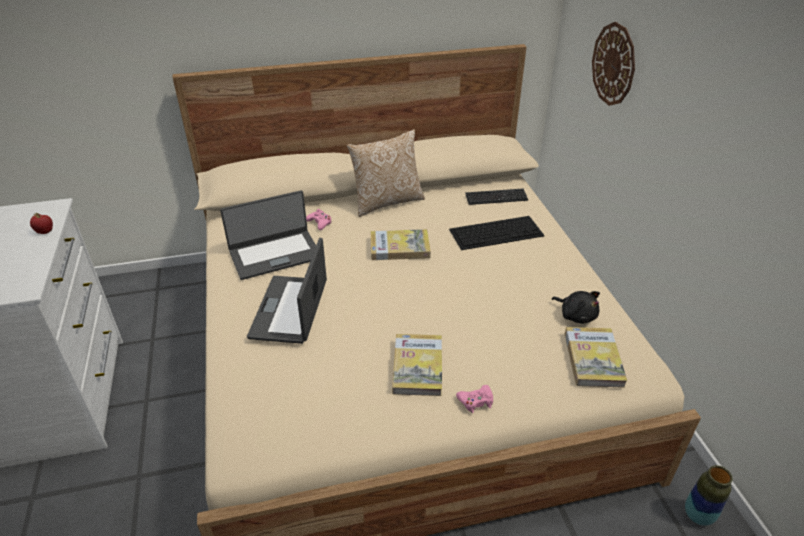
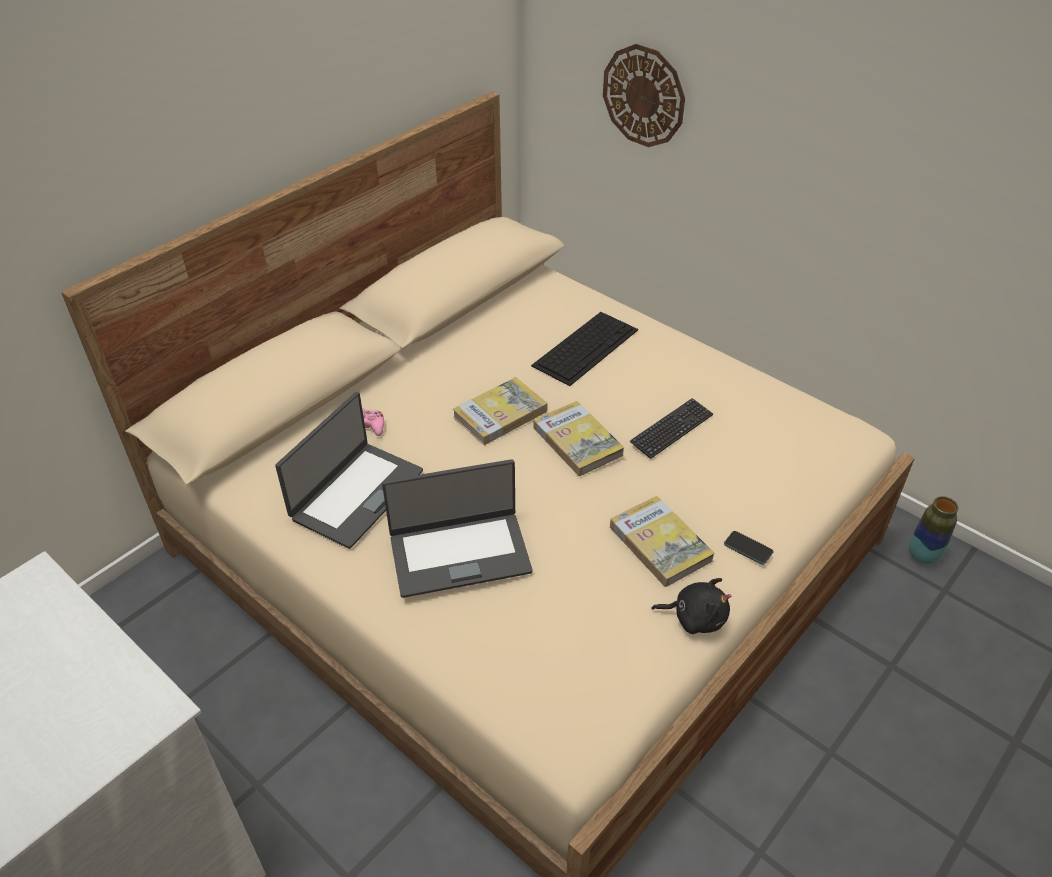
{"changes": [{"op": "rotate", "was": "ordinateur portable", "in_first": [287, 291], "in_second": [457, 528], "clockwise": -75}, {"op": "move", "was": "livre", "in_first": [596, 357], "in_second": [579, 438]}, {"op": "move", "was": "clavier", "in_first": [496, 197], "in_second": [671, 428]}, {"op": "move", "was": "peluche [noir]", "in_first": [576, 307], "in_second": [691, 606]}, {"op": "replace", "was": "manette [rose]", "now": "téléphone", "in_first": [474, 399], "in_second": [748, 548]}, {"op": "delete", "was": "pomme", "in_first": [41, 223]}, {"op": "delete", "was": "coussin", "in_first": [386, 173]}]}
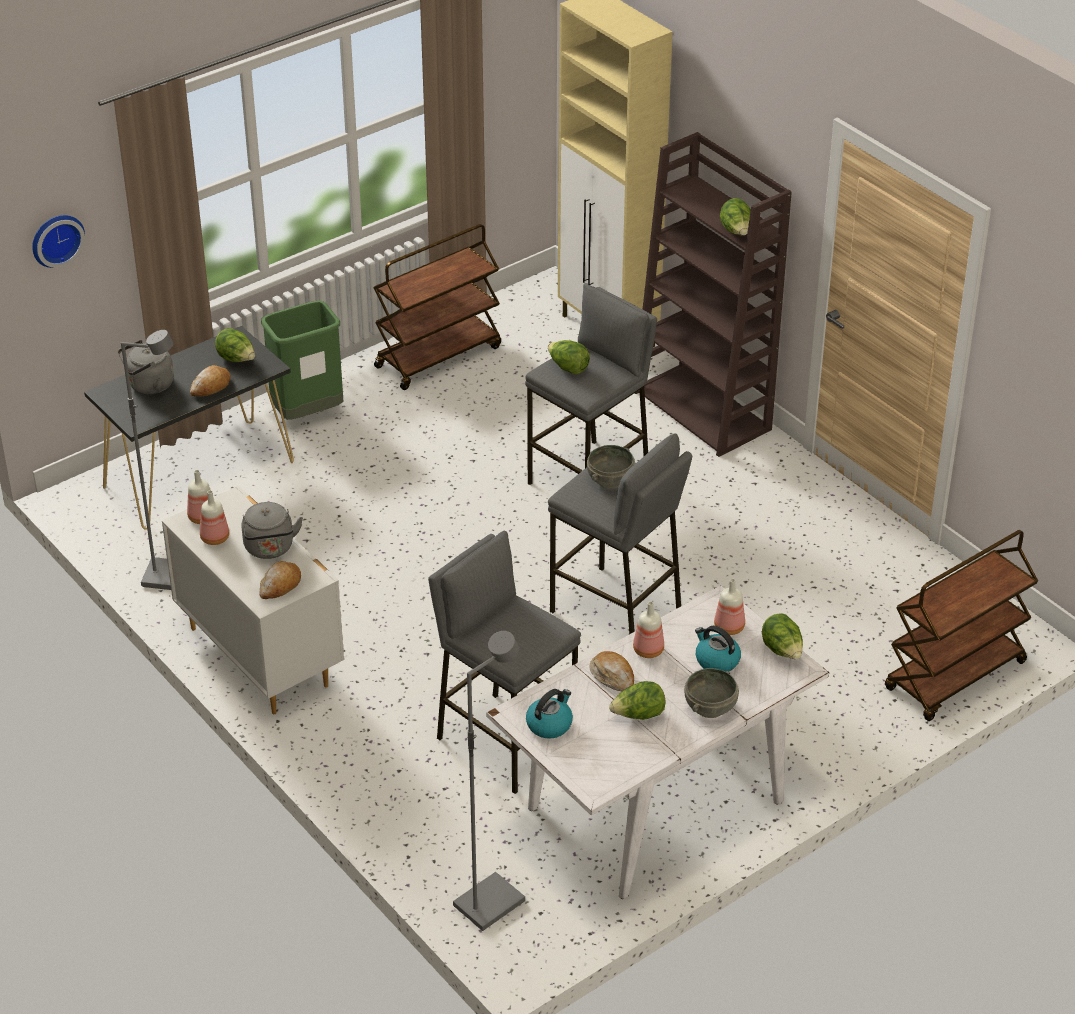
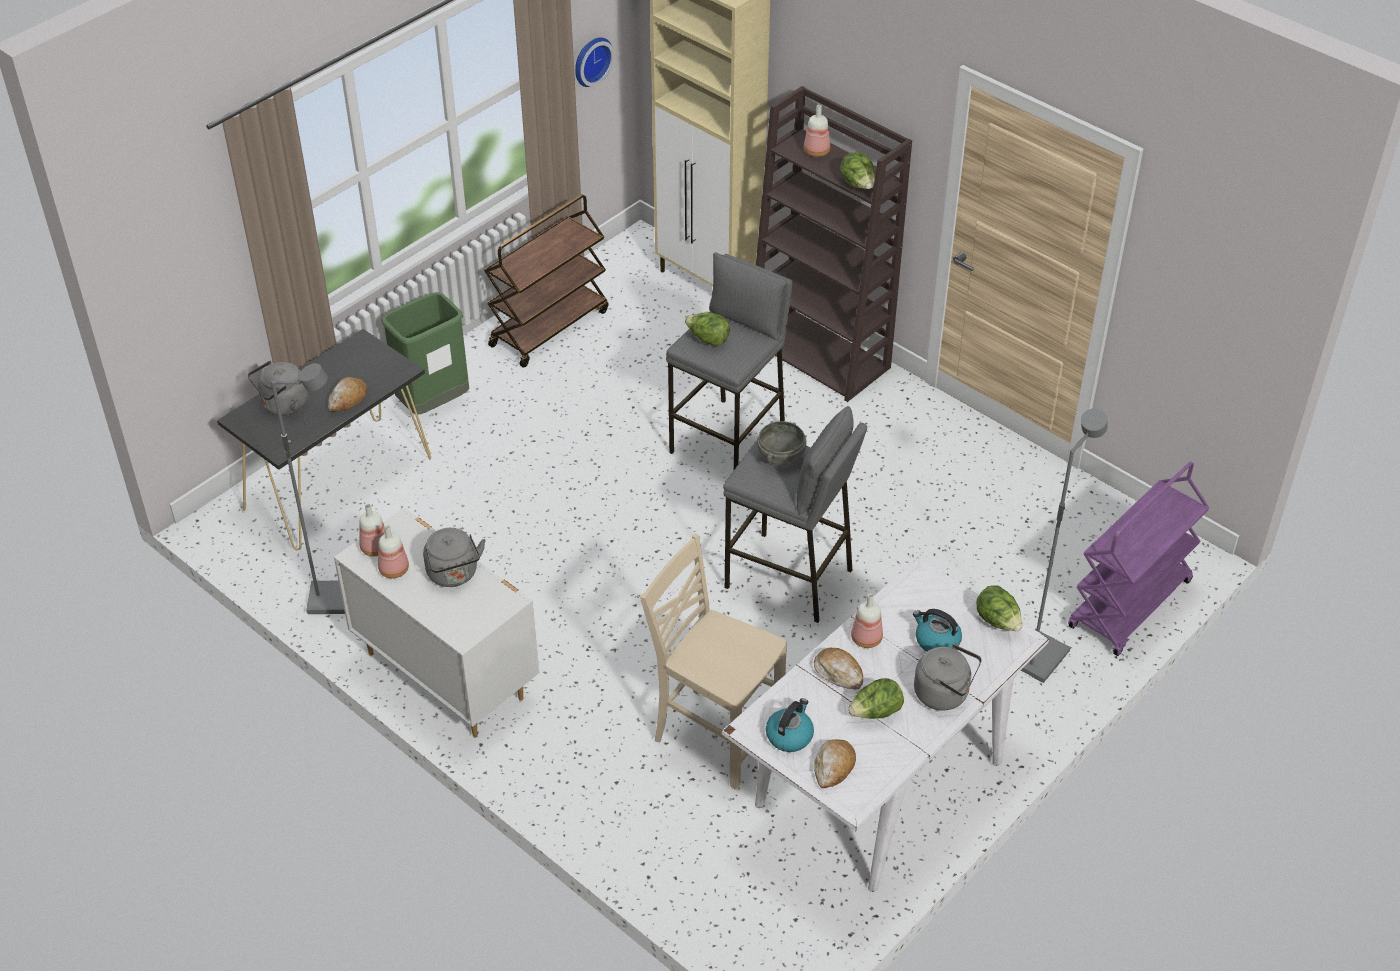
{"changes": [{"op": "move", "was": "horloge murale", "in_first": [58, 241], "in_second": [594, 62]}, {"op": "replace", "was": "tabouret [gris]", "now": "chaise [beige]", "in_first": [504, 662], "in_second": [713, 662]}, {"op": "move", "was": "bouteille", "in_first": [729, 607], "in_second": [817, 131]}, {"op": "move", "was": "pain", "in_first": [280, 580], "in_second": [835, 763]}, {"op": "replace", "was": "bol [gris]", "now": "bouilloire [gris]", "in_first": [711, 693], "in_second": [948, 677]}, {"op": "move", "was": "lampadaire [gris]", "in_first": [489, 781], "in_second": [1064, 545]}, {"op": "recolor", "was": "chariot [marron]", "now": "chariot [violet]", "in_first": [961, 625], "in_second": [1139, 558]}, {"op": "delete", "was": "laitue", "in_first": [235, 345]}]}
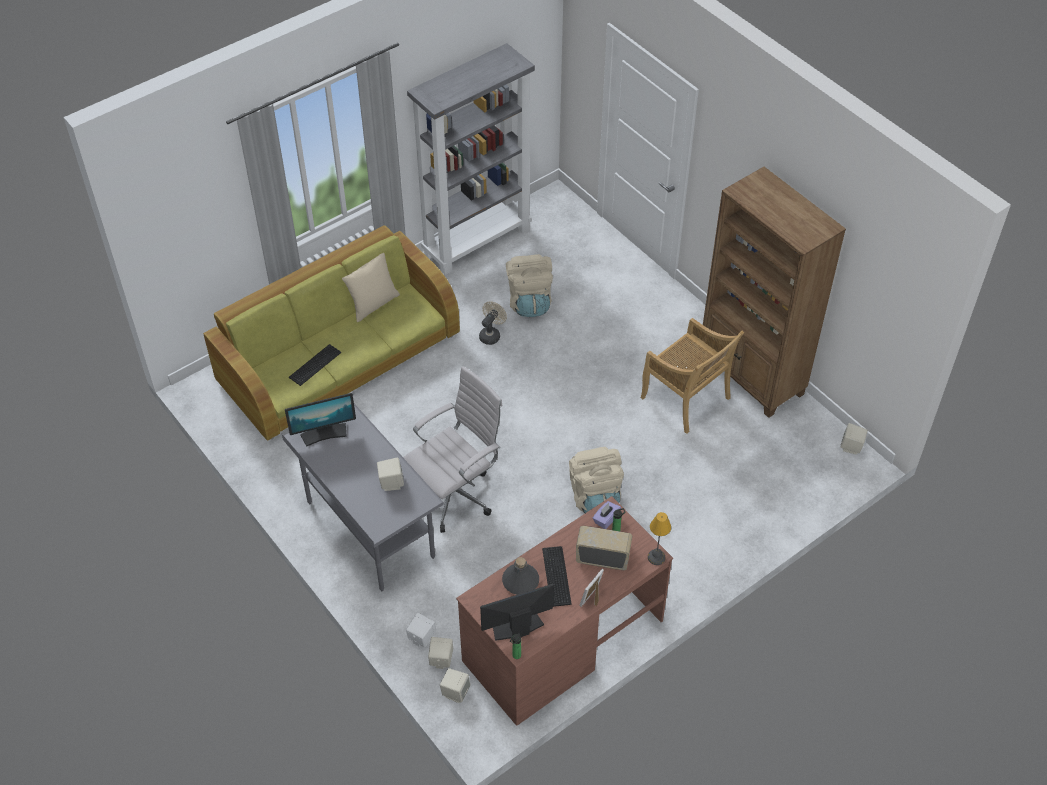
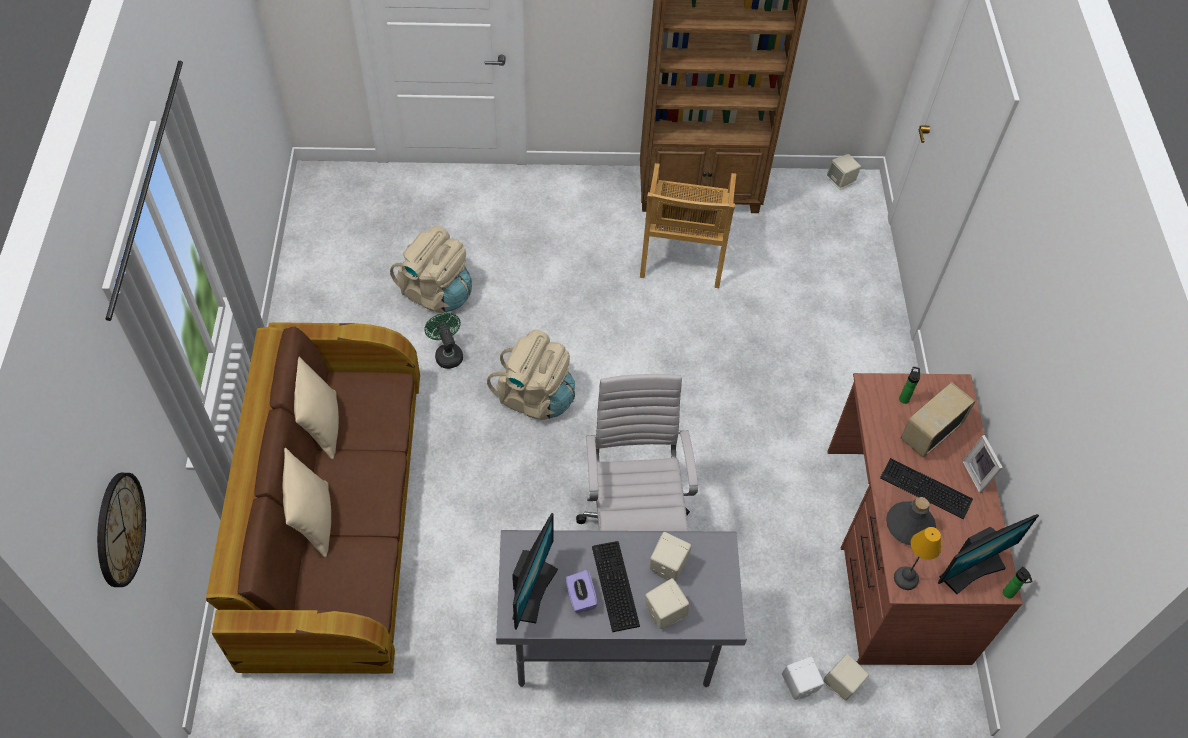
{"changes": [{"op": "insert", "now": "horloge murale", "in_second": [121, 530]}, {"op": "recolor", "was": "canapé [vert]", "now": "canapé [marron]", "in_first": [331, 333], "in_second": [313, 498]}, {"op": "insert", "now": "coussin [beige]", "in_second": [307, 502]}, {"op": "recolor", "was": "ventilateur [beige]", "now": "ventilateur [vert]", "in_first": [493, 323], "in_second": [443, 340]}, {"op": "move", "was": "sac à dos [beige]", "in_first": [596, 480], "in_second": [531, 375]}, {"op": "move", "was": "boîte à mouchoirs [violet]", "in_first": [607, 515], "in_second": [582, 591]}, {"op": "move", "was": "clavier", "in_first": [315, 365], "in_second": [616, 586]}, {"op": "rotate", "was": "chaise [beige]", "in_first": [692, 376], "in_second": [688, 225], "clockwise": 105}, {"op": "move", "was": "enceinte [beige]", "in_first": [455, 685], "in_second": [667, 603]}, {"op": "move", "was": "lampe de table", "in_first": [659, 538], "in_second": [917, 558]}, {"op": "rotate", "was": "écran d'ordinateur", "in_first": [516, 612], "in_second": [988, 554], "clockwise": -135}, {"op": "delete", "was": "bibliothèque [gris]", "in_first": [471, 159]}]}
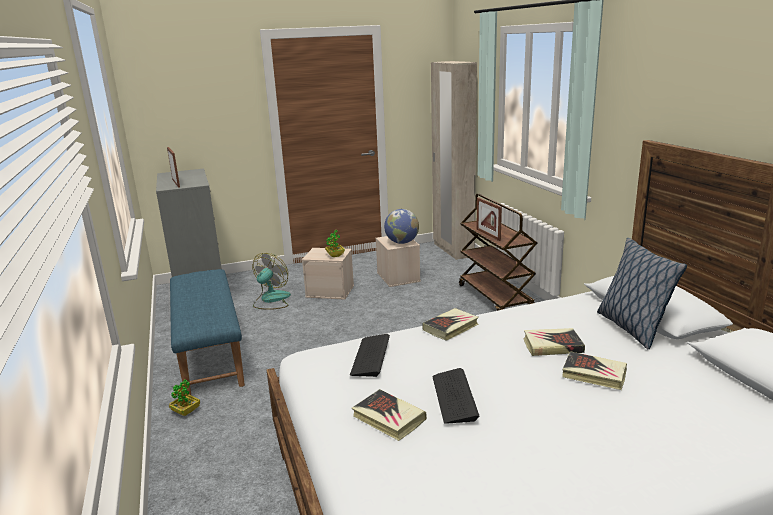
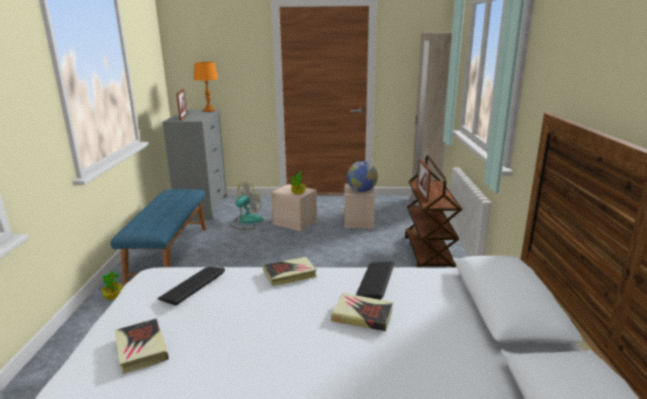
{"changes": [{"op": "insert", "now": "lampe de table [orange]", "in_second": [206, 87]}, {"op": "move", "was": "clavier", "in_first": [456, 396], "in_second": [375, 280]}, {"op": "delete", "was": "livre", "in_first": [594, 370]}, {"op": "delete", "was": "coussin", "in_first": [642, 293]}]}
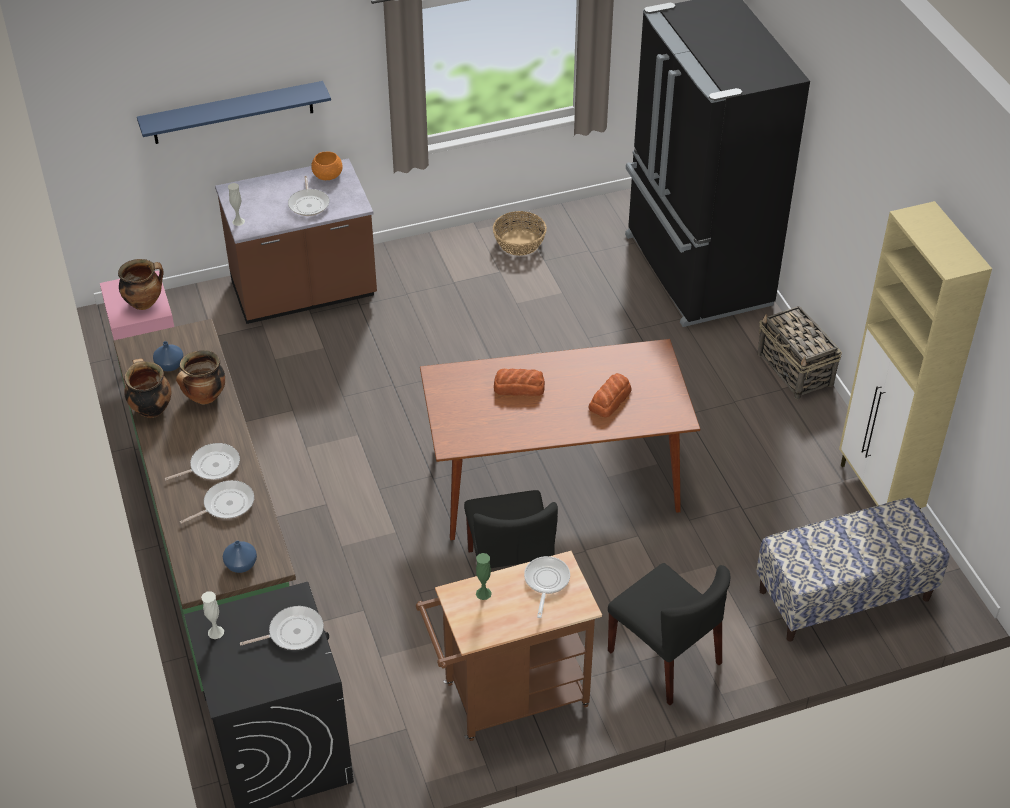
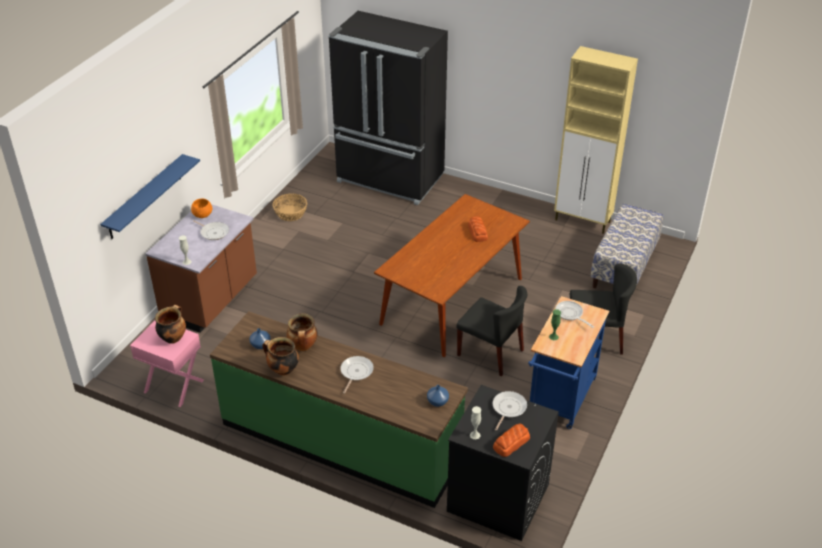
{"changes": [{"op": "move", "was": "pain", "in_first": [519, 382], "in_second": [511, 440]}, {"op": "recolor", "was": "chariot [marron]", "now": "chariot [bleu]", "in_first": [509, 646], "in_second": [568, 362]}, {"op": "delete", "was": "poêle", "in_first": [217, 502]}, {"op": "delete", "was": "panier", "in_first": [799, 352]}]}
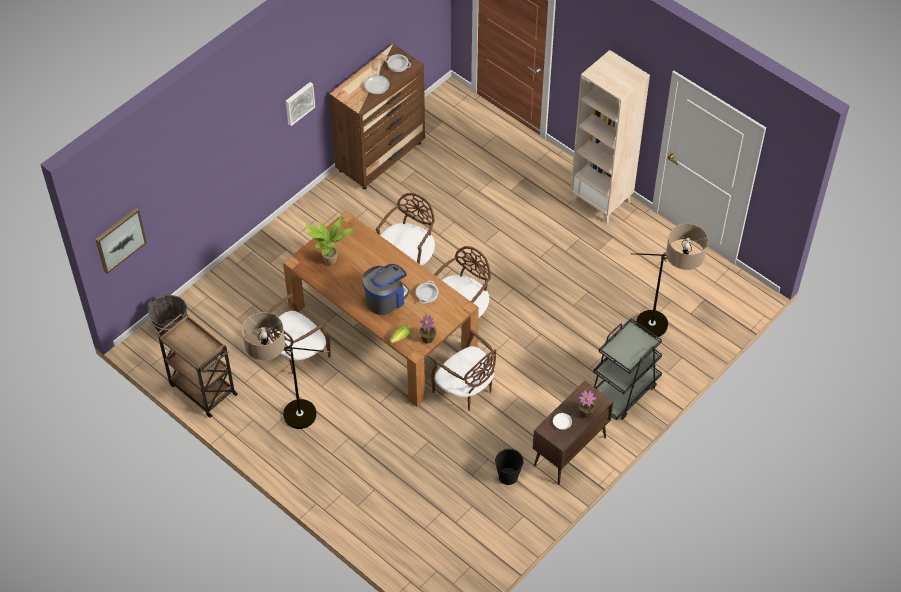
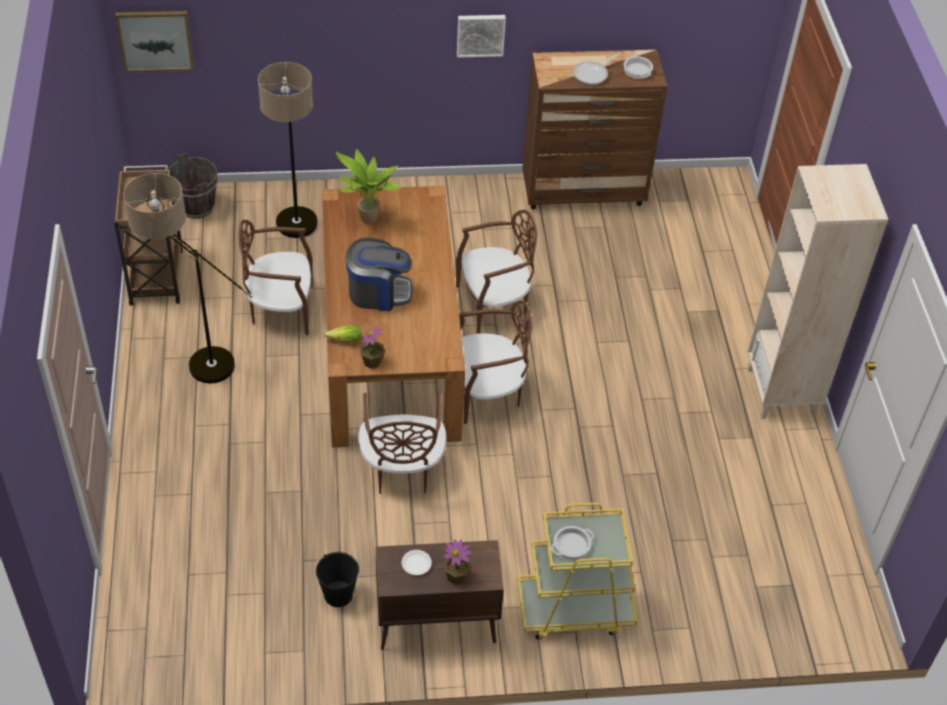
{"changes": [{"op": "move", "was": "lampadaire", "in_first": [669, 281], "in_second": [288, 150]}, {"op": "recolor", "was": "chariot [noir]", "now": "chariot [jaune]", "in_first": [627, 369], "in_second": [577, 571]}, {"op": "move", "was": "marmite", "in_first": [427, 292], "in_second": [572, 543]}]}
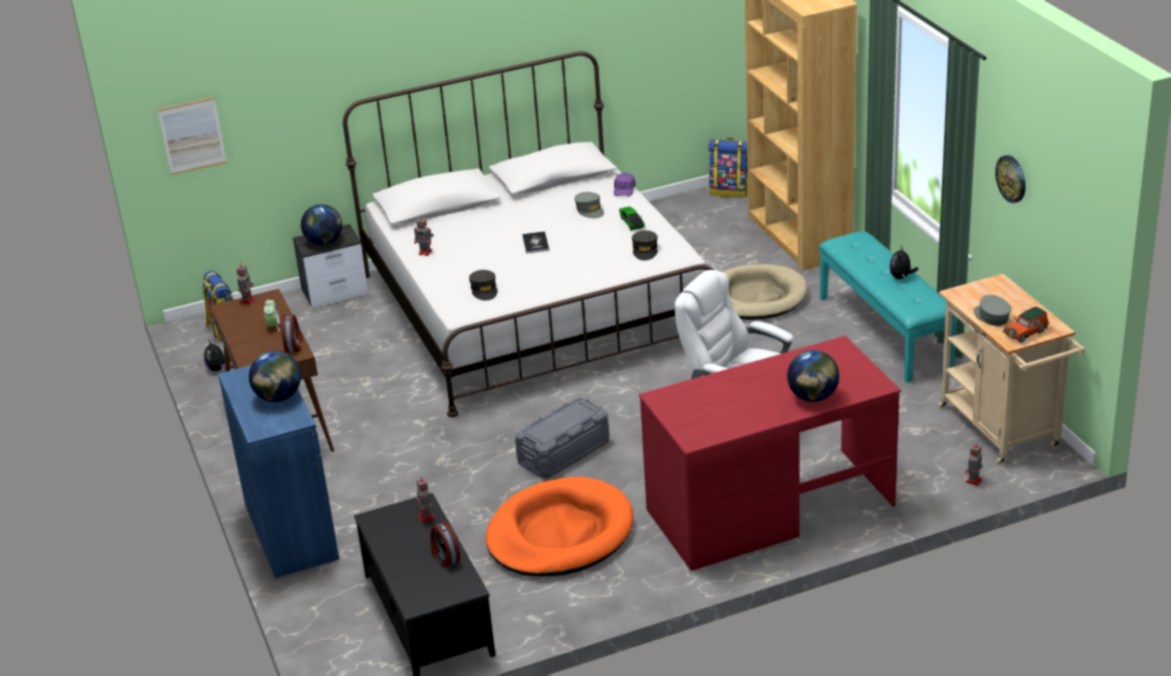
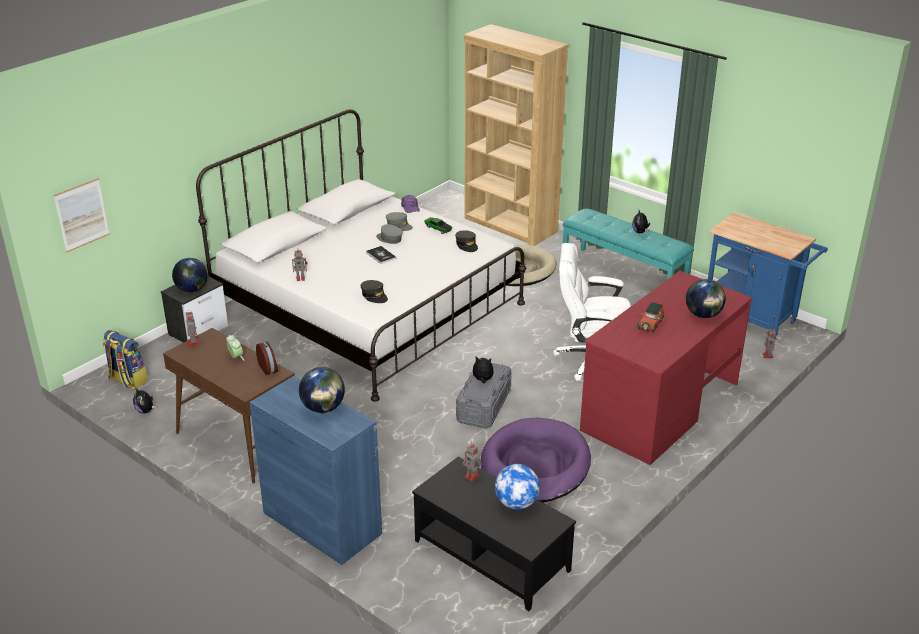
{"changes": [{"op": "move", "was": "casquette [gris]", "in_first": [992, 310], "in_second": [389, 234]}, {"op": "insert", "now": "peluche", "in_second": [481, 370]}, {"op": "recolor", "was": "panier pour chien [orange]", "now": "panier pour chien [violet]", "in_first": [559, 526], "in_second": [536, 460]}, {"op": "replace", "was": "réveil", "now": "globe", "in_first": [445, 545], "in_second": [517, 486]}, {"op": "move", "was": "petite voiture", "in_first": [1026, 325], "in_second": [650, 317]}, {"op": "recolor", "was": "chariot [beige]", "now": "chariot [bleu]", "in_first": [1012, 369], "in_second": [768, 275]}, {"op": "delete", "was": "sac à dos", "in_first": [728, 167]}, {"op": "delete", "was": "horloge murale", "in_first": [1010, 179]}]}
